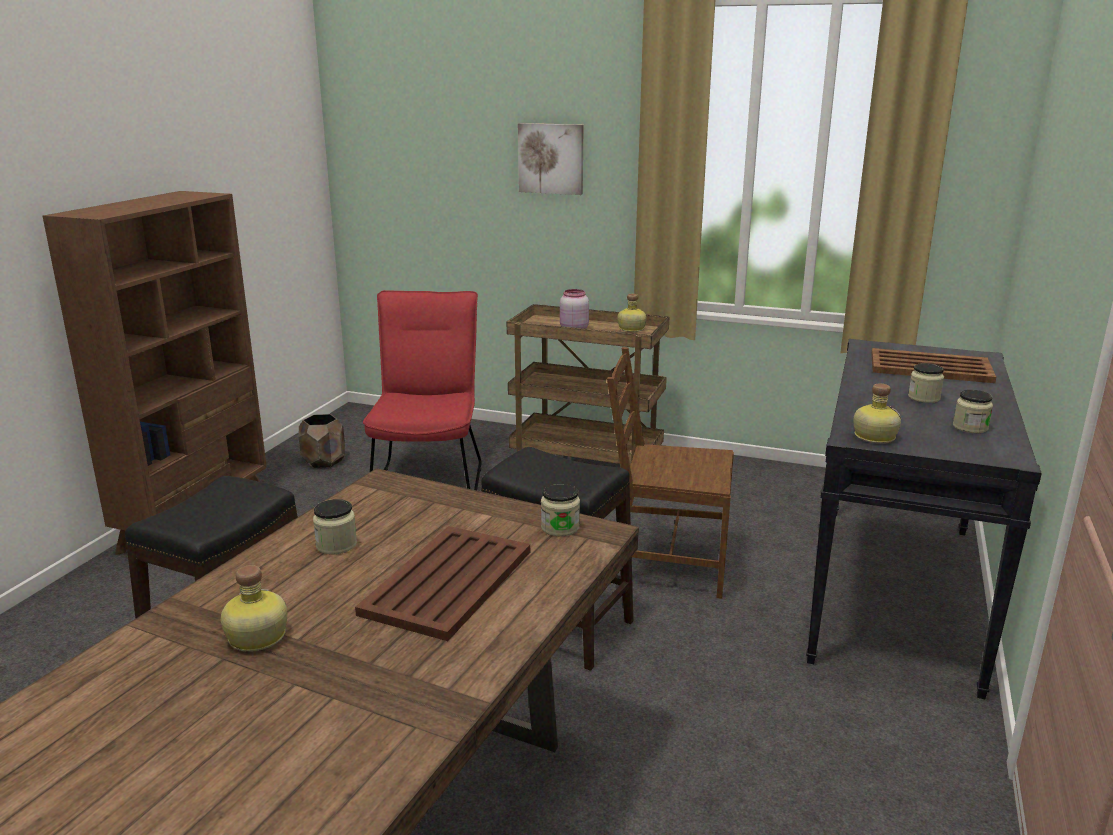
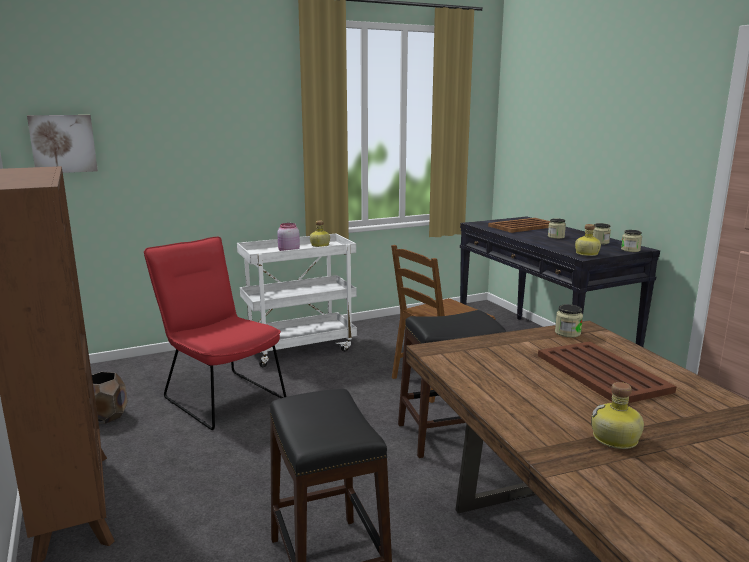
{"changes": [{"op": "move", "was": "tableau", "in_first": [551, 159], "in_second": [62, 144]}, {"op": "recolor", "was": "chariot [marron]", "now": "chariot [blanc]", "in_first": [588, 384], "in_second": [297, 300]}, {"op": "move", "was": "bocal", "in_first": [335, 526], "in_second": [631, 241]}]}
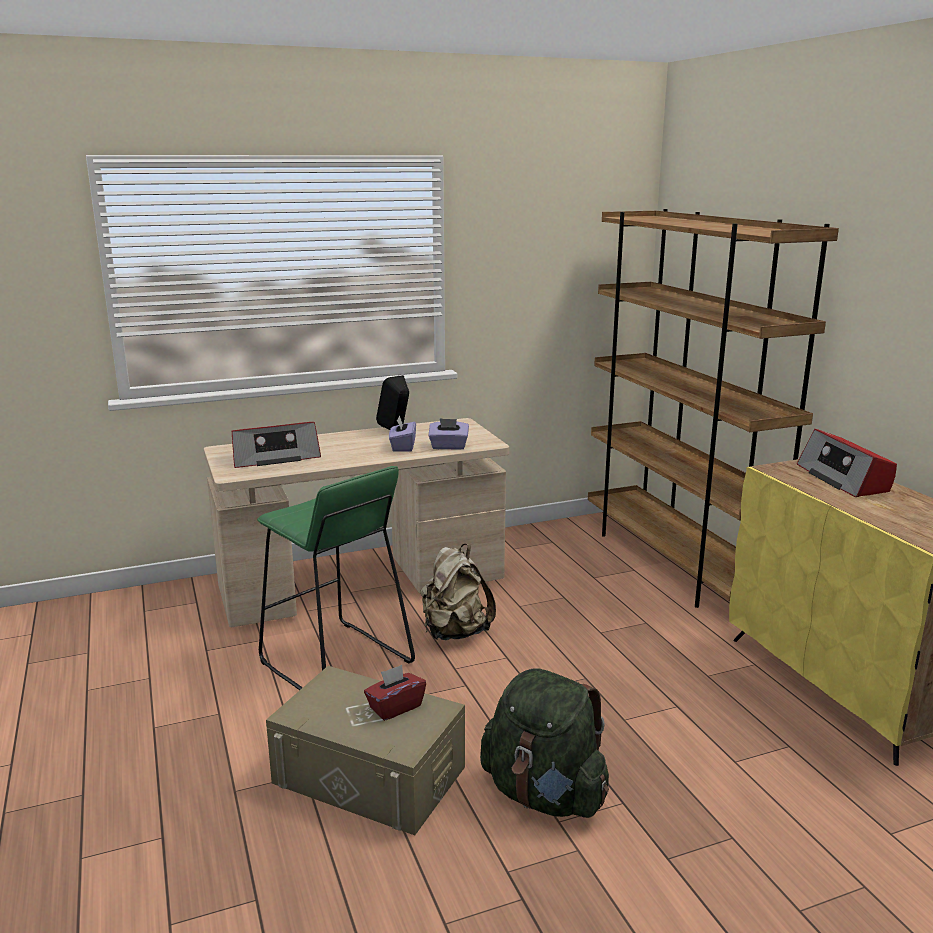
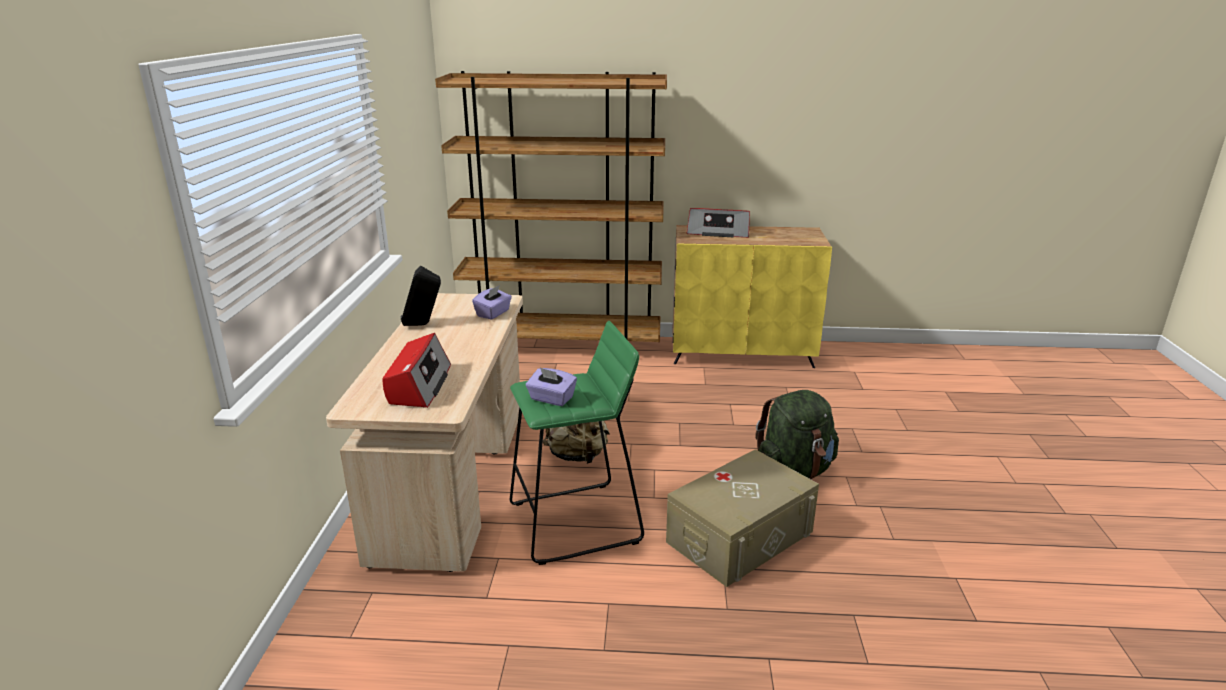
{"changes": [{"op": "move", "was": "boîte à mouchoirs [violet]", "in_first": [402, 433], "in_second": [551, 387]}, {"op": "delete", "was": "boîte à mouchoirs [rouge]", "in_first": [395, 693]}]}
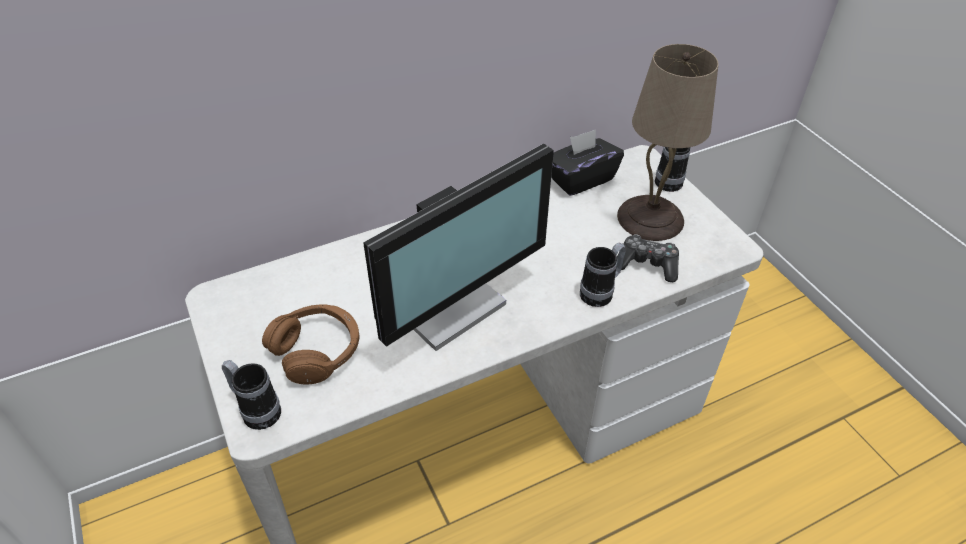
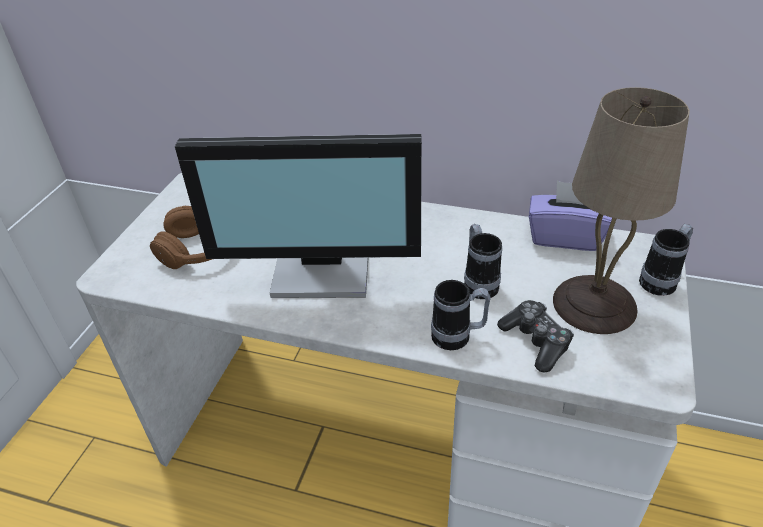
{"changes": [{"op": "move", "was": "mug", "in_first": [251, 395], "in_second": [483, 261]}, {"op": "recolor", "was": "boîte à mouchoirs [noir]", "now": "boîte à mouchoirs [violet]", "in_first": [587, 162], "in_second": [570, 216]}]}
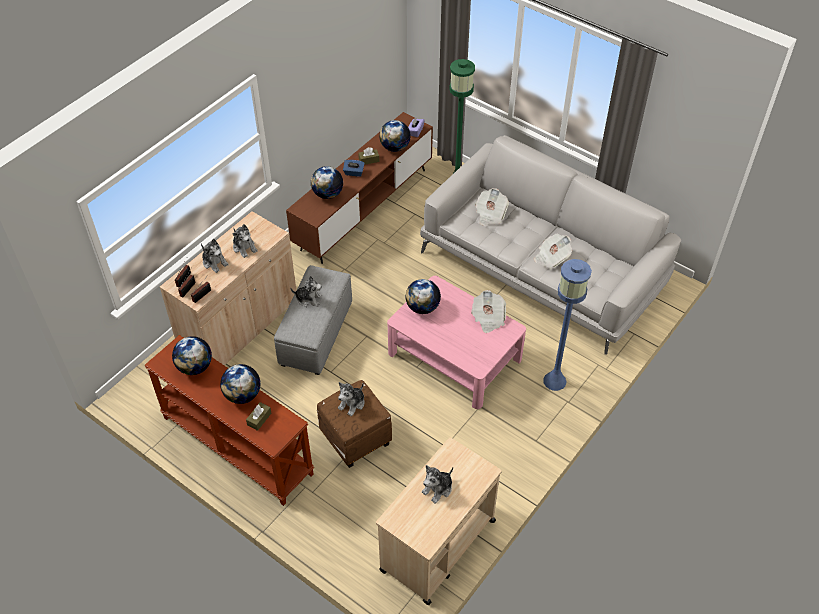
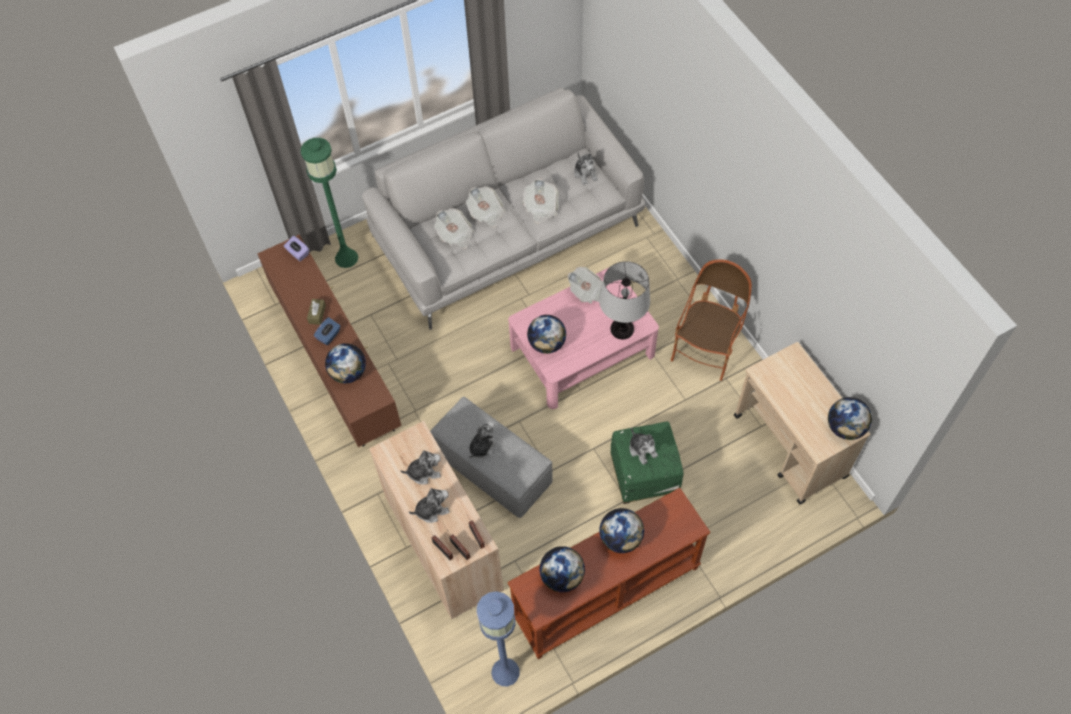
{"changes": [{"op": "insert", "now": "journal", "in_second": [486, 207]}, {"op": "move", "was": "lampadaire [bleu]", "in_first": [567, 325], "in_second": [498, 638]}, {"op": "move", "was": "peluche", "in_first": [437, 484], "in_second": [586, 168]}, {"op": "insert", "now": "lampe de table", "in_second": [624, 300]}, {"op": "recolor", "was": "pouf [marron]", "now": "pouf [vert]", "in_first": [354, 424], "in_second": [647, 463]}, {"op": "insert", "now": "fauteuil", "in_second": [711, 320]}, {"op": "move", "was": "globe", "in_first": [395, 136], "in_second": [850, 418]}, {"op": "delete", "was": "boîte à mouchoirs [marron]", "in_first": [258, 416]}]}
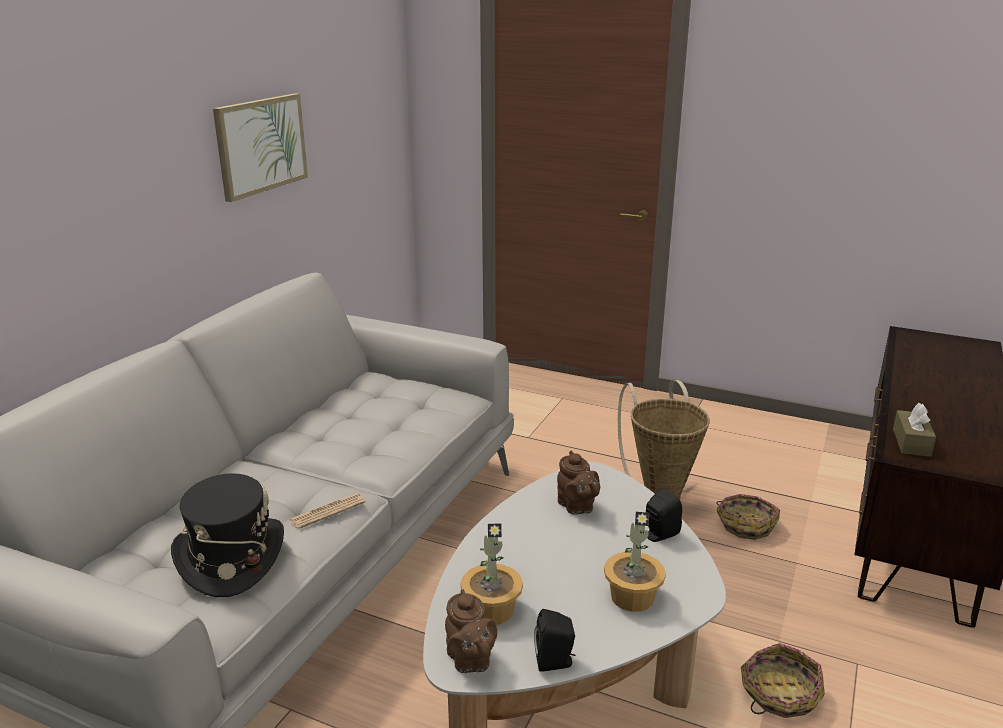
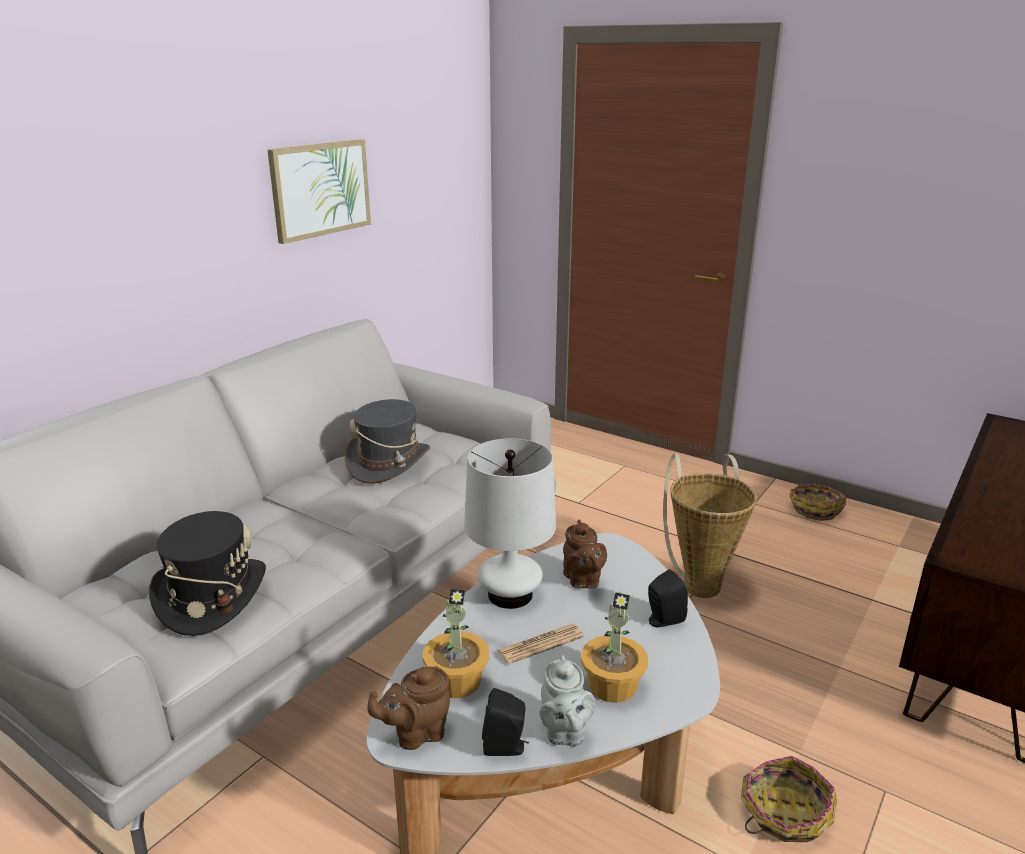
{"changes": [{"op": "insert", "now": "chapeau [gris]", "in_second": [387, 441]}, {"op": "rotate", "was": "théière [marron]", "in_first": [471, 631], "in_second": [408, 708], "clockwise": 75}, {"op": "insert", "now": "lampe de table [blanc]", "in_second": [510, 523]}, {"op": "move", "was": "journal", "in_first": [327, 511], "in_second": [540, 644]}, {"op": "insert", "now": "théière [gris]", "in_second": [567, 701]}, {"op": "move", "was": "panier", "in_first": [748, 517], "in_second": [818, 502]}, {"op": "delete", "was": "boîte à mouchoirs [marron]", "in_first": [914, 430]}]}
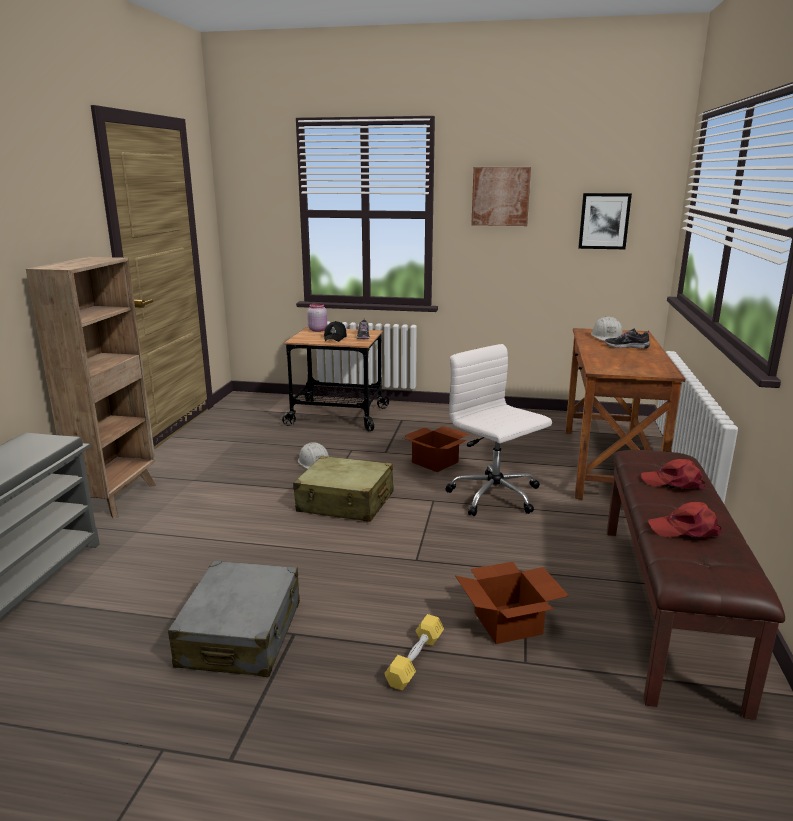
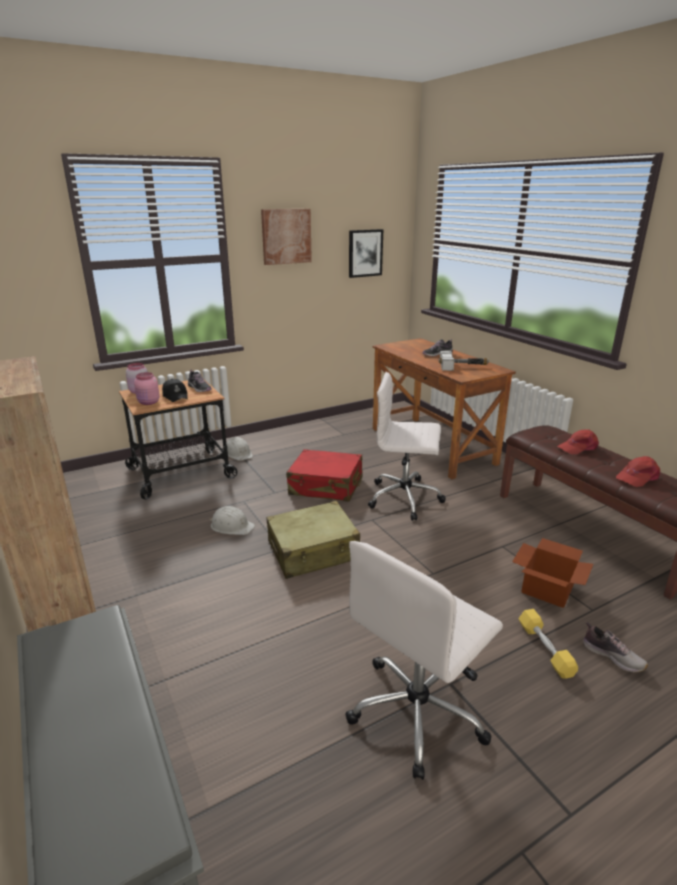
{"changes": [{"op": "insert", "now": "bocal [rose]", "in_second": [147, 388]}, {"op": "move", "was": "casque de chantier [blanc]", "in_first": [606, 328], "in_second": [239, 449]}, {"op": "replace", "was": "carton", "now": "valise [rouge]", "in_first": [436, 449], "in_second": [324, 475]}, {"op": "replace", "was": "valise [gris]", "now": "chaise de bureau [blanc]", "in_first": [234, 619], "in_second": [424, 660]}, {"op": "insert", "now": "marteau", "in_second": [464, 361]}, {"op": "insert", "now": "chaussure", "in_second": [615, 647]}]}
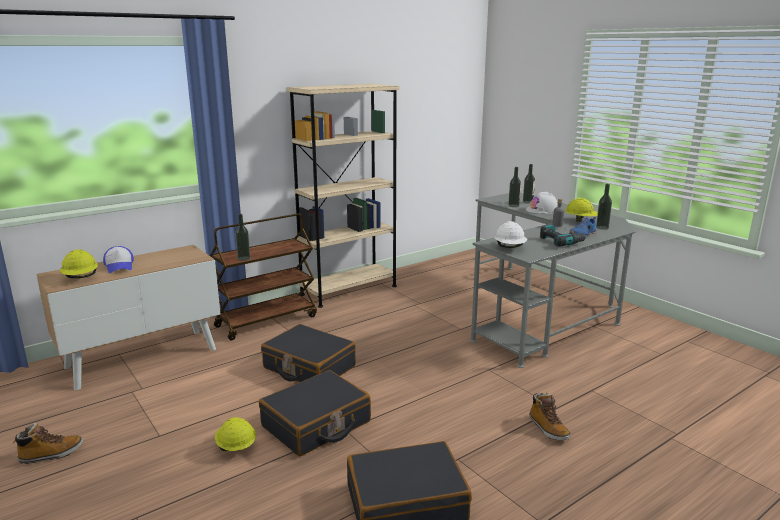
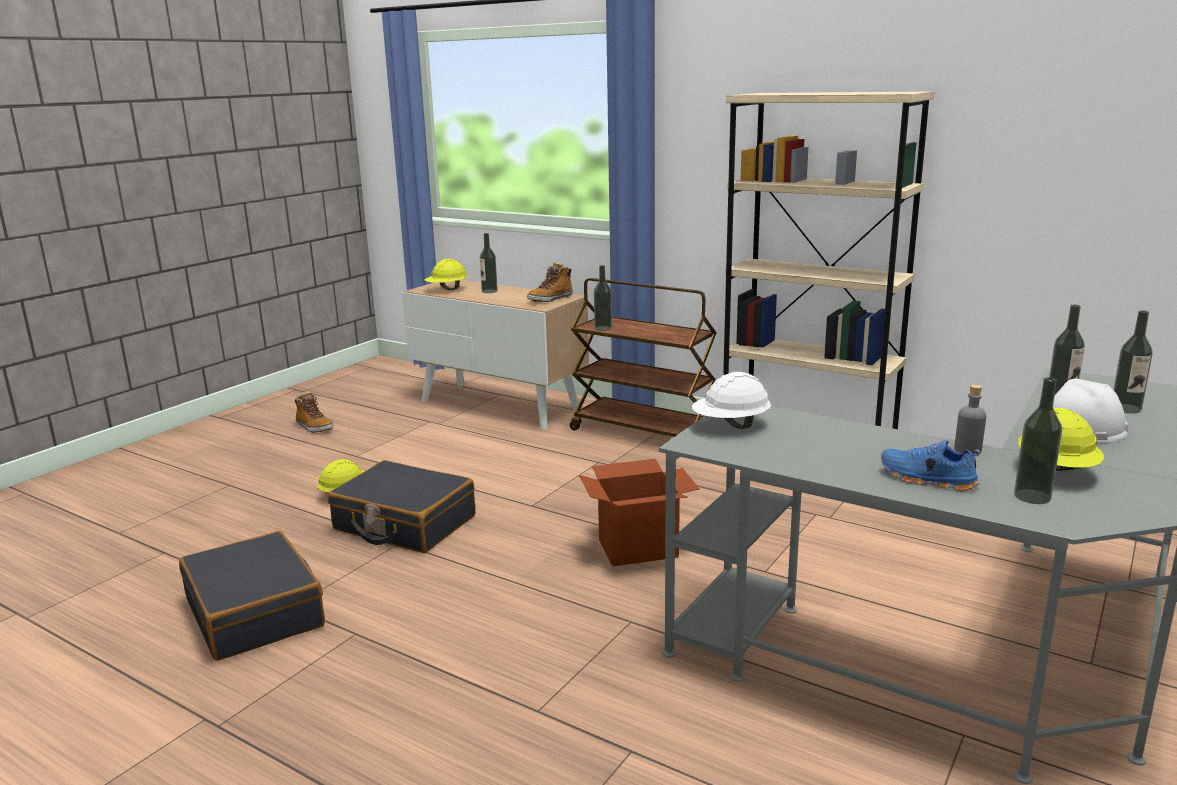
{"changes": [{"op": "replace", "was": "casquette", "now": "bouteille", "in_first": [118, 259], "in_second": [489, 263]}, {"op": "move", "was": "botte", "in_first": [550, 416], "in_second": [550, 282]}, {"op": "insert", "now": "carton", "in_second": [639, 513]}, {"op": "delete", "was": "valise [noir]", "in_first": [308, 353]}, {"op": "delete", "was": "perceuse", "in_first": [563, 236]}]}
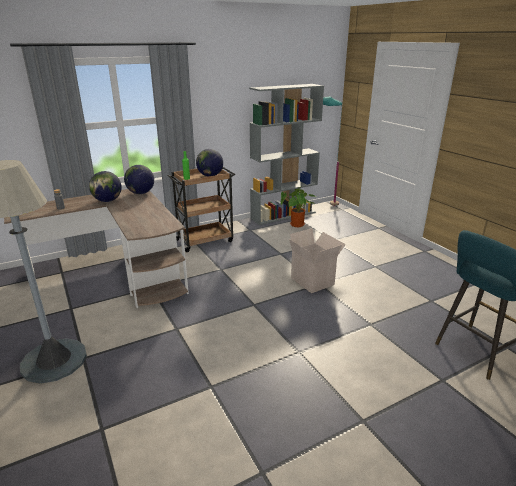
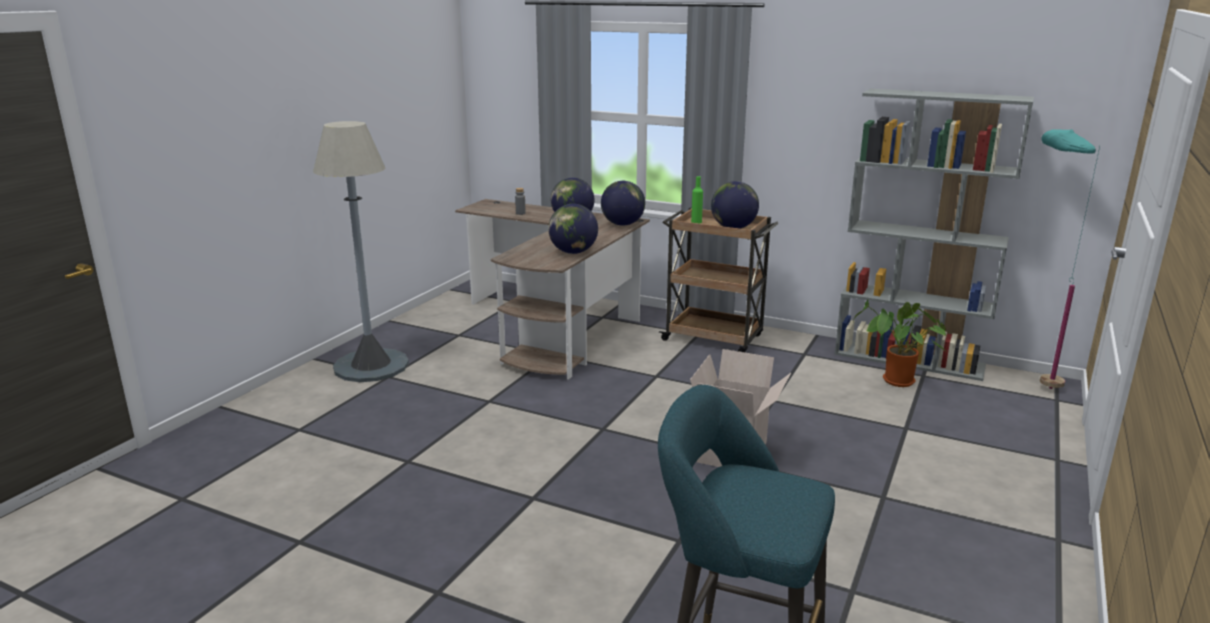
{"changes": [{"op": "insert", "now": "globe", "in_second": [573, 229]}]}
